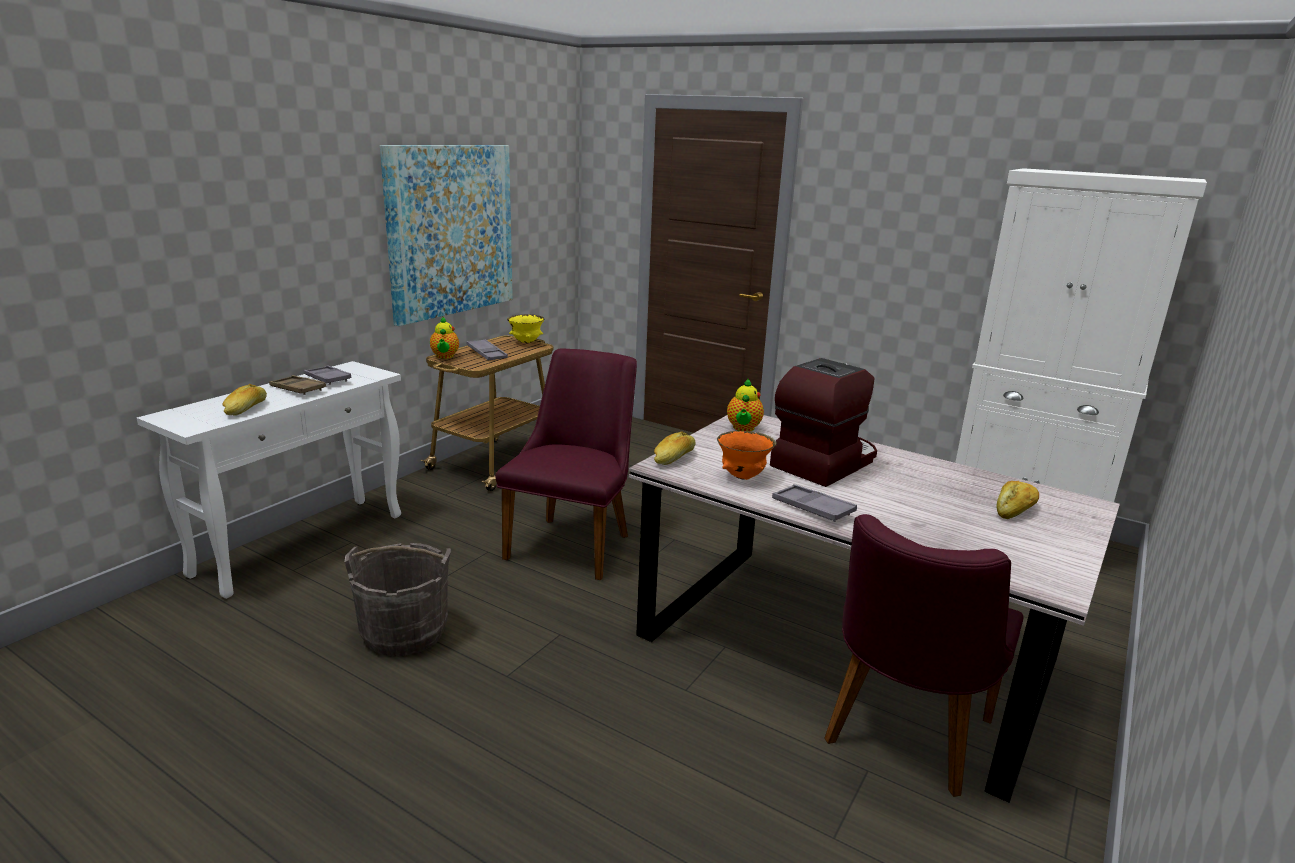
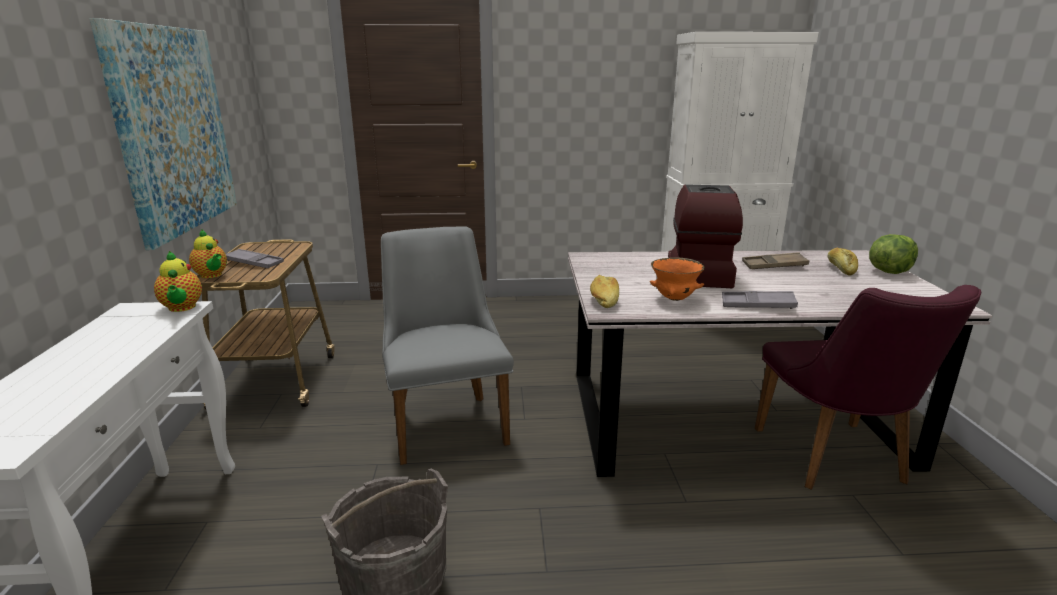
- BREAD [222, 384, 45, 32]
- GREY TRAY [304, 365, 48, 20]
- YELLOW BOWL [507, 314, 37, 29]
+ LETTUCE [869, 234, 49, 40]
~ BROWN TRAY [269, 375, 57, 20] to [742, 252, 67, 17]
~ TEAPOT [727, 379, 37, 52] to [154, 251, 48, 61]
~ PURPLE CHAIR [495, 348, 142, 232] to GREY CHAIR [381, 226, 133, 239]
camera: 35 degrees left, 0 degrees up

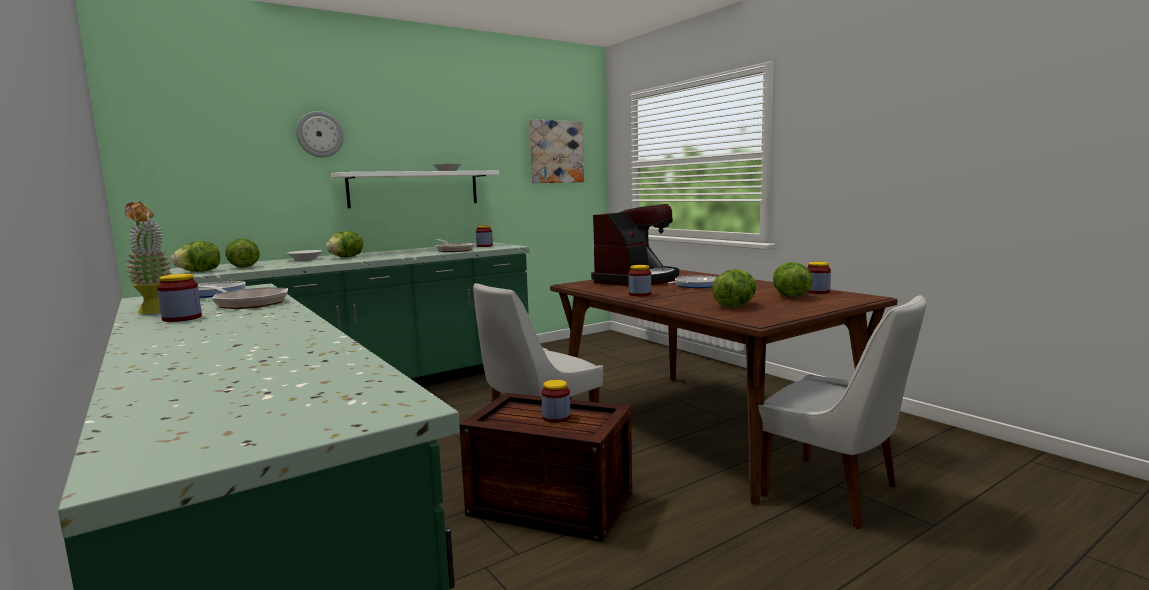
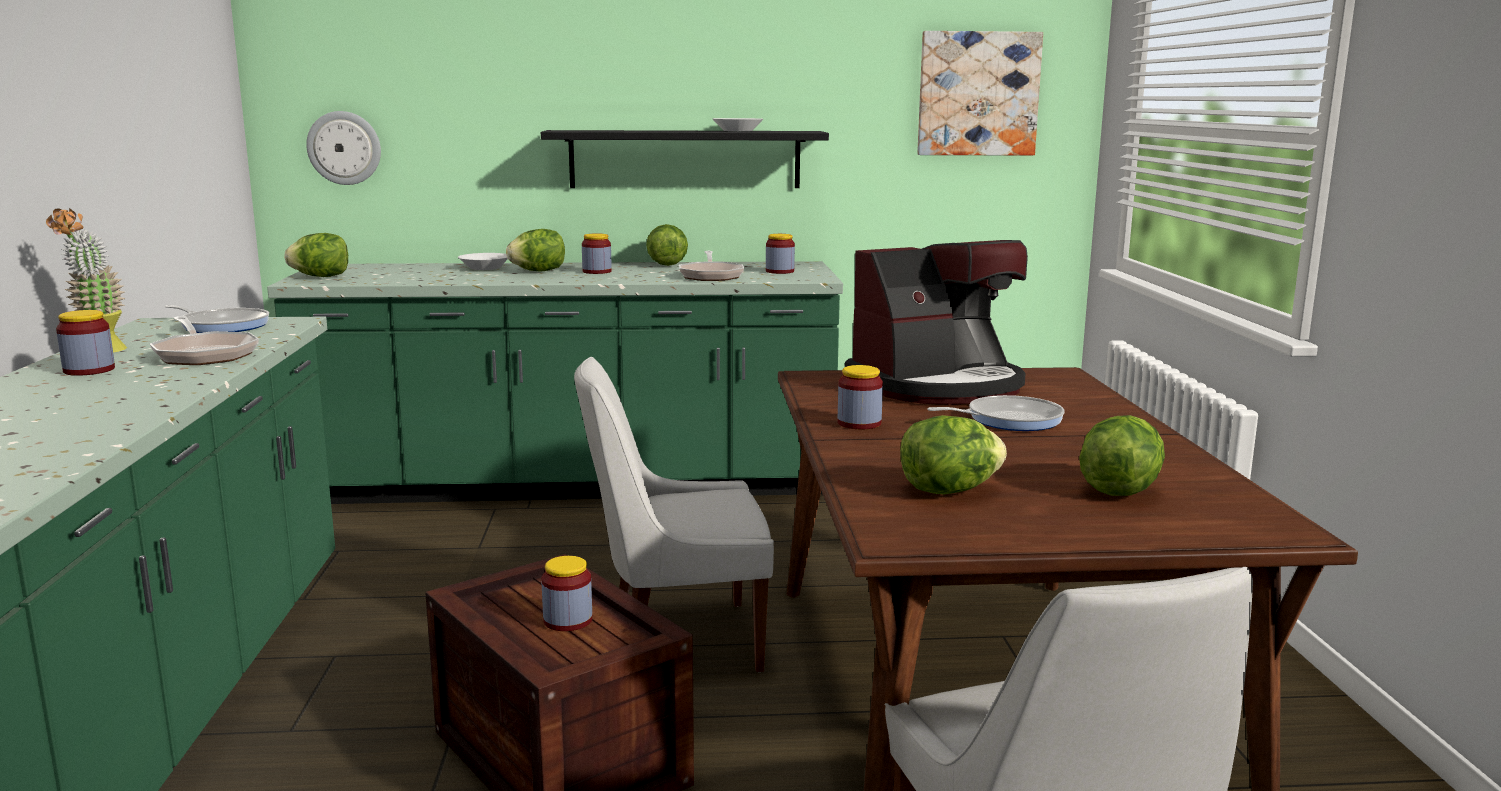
~ LETTUCE [225, 238, 35, 30] to [646, 224, 42, 42]
~ WALL CLOCK [296, 111, 48, 47] to [306, 111, 75, 74]
~ JAR [807, 262, 24, 32] to [582, 233, 30, 41]
~ WHITE SHELF [331, 171, 168, 37] to BLACK SHELF [541, 130, 288, 58]
camera: 30 degrees right, 5 degrees up

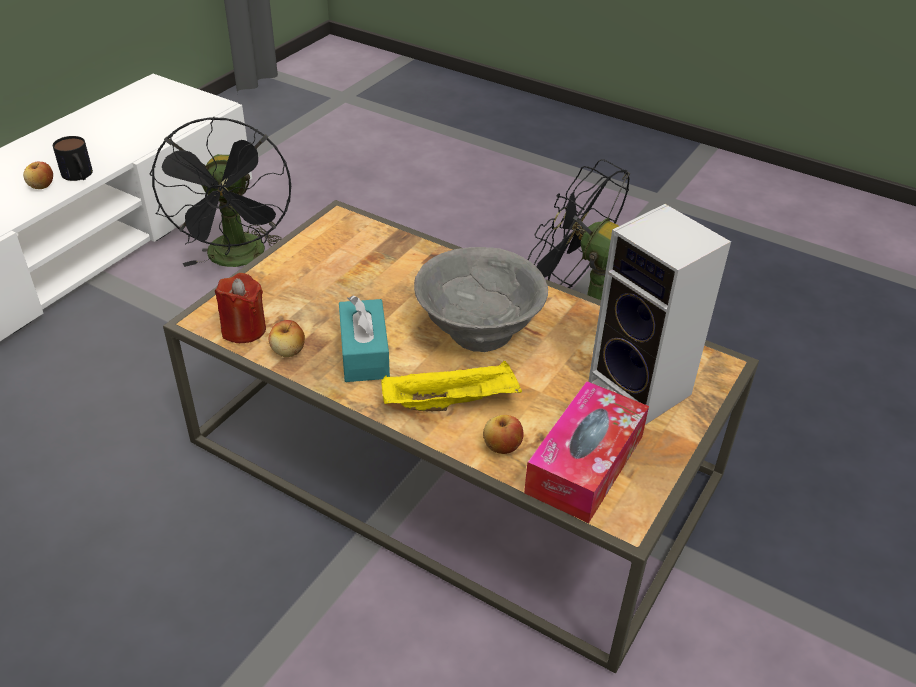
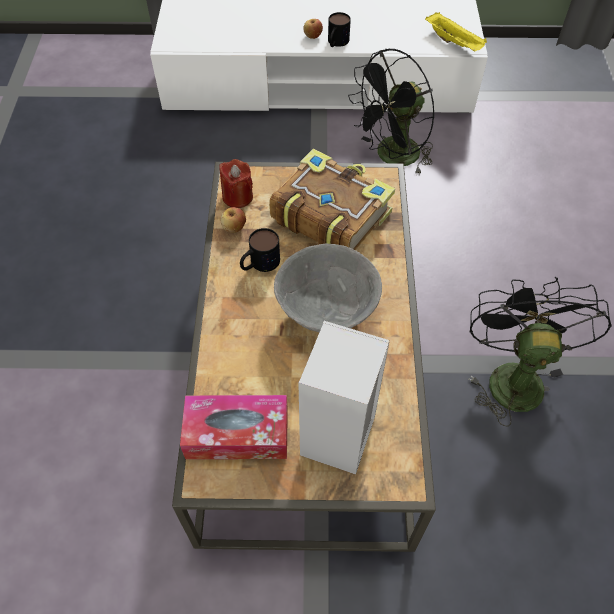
- APPLE [483, 415, 41, 39]
+ BOOK [269, 149, 126, 101]
~ YELLOW TRAY [381, 361, 141, 50] to [425, 12, 62, 39]
~ TURQUOISE TISSUE BOX [339, 296, 51, 86] to MUG [240, 228, 40, 44]
camera: 60 degrees right, 15 degrees up

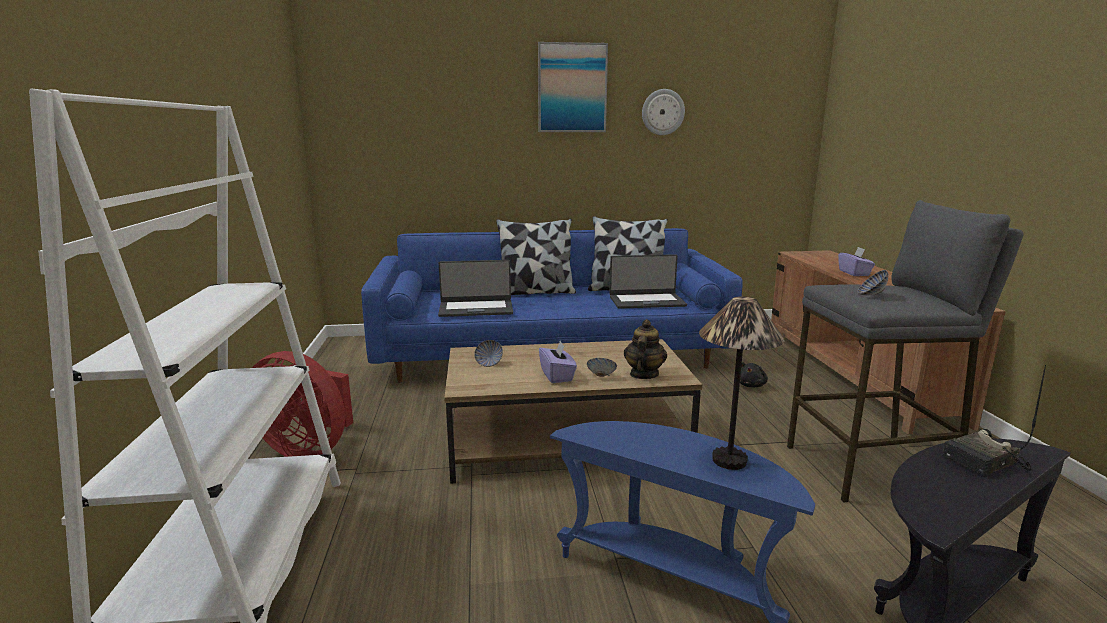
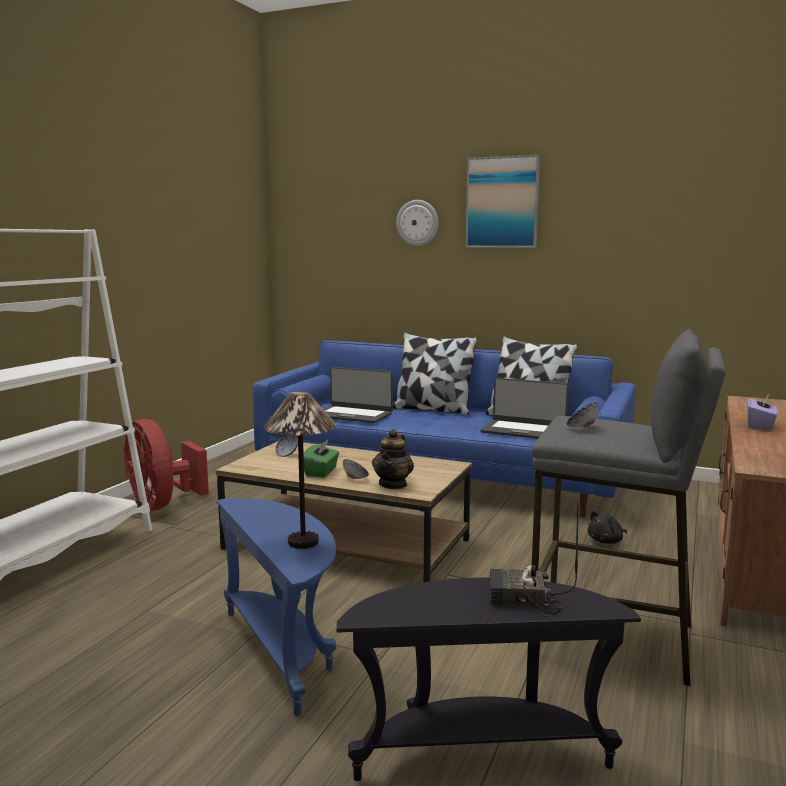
~ WALL CLOCK [642, 89, 43, 46] to [396, 200, 43, 46]
~ PURPLE TISSUE BOX [539, 341, 38, 42] to GREEN TISSUE BOX [303, 439, 36, 38]
~ TEAPOT [624, 319, 43, 60] = [372, 429, 42, 60] 150 degrees clockwise
camera: 30 degrees right, 5 degrees down

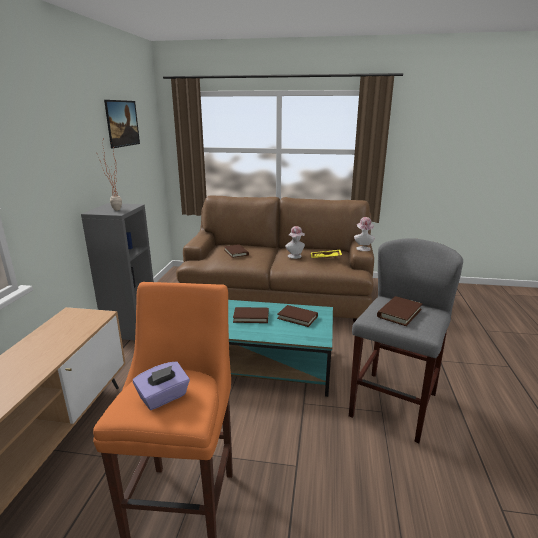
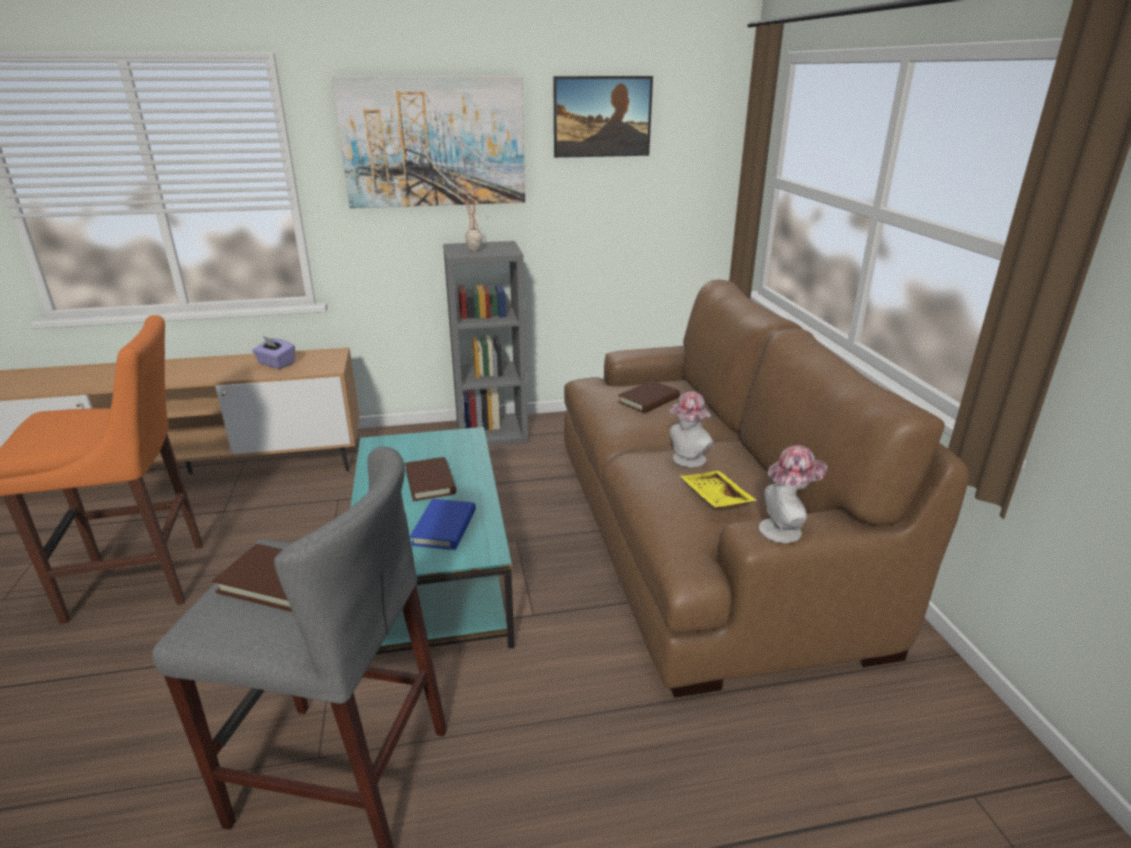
+ PICTURE [332, 76, 193, 132]
~ PURPLE TISSUE BOX [133, 361, 57, 49] to [252, 336, 43, 33]
~ BROWN BOOK [277, 305, 41, 22] to BLUE BOOK [410, 499, 66, 51]
camera: 70 degrees right, 5 degrees up

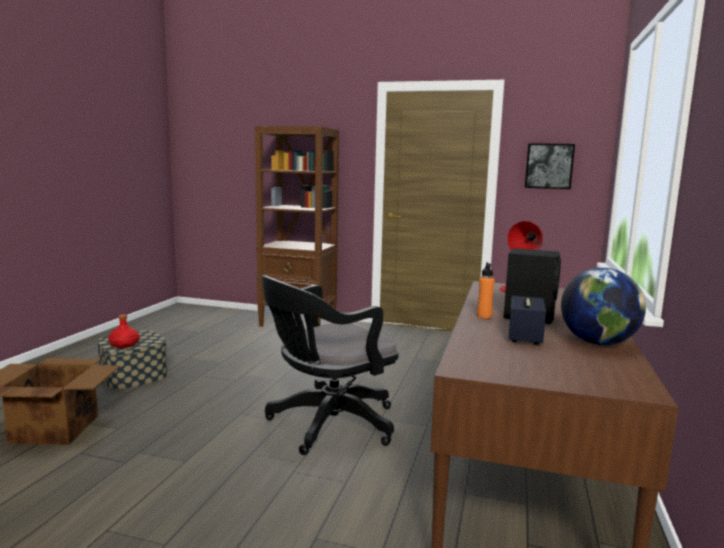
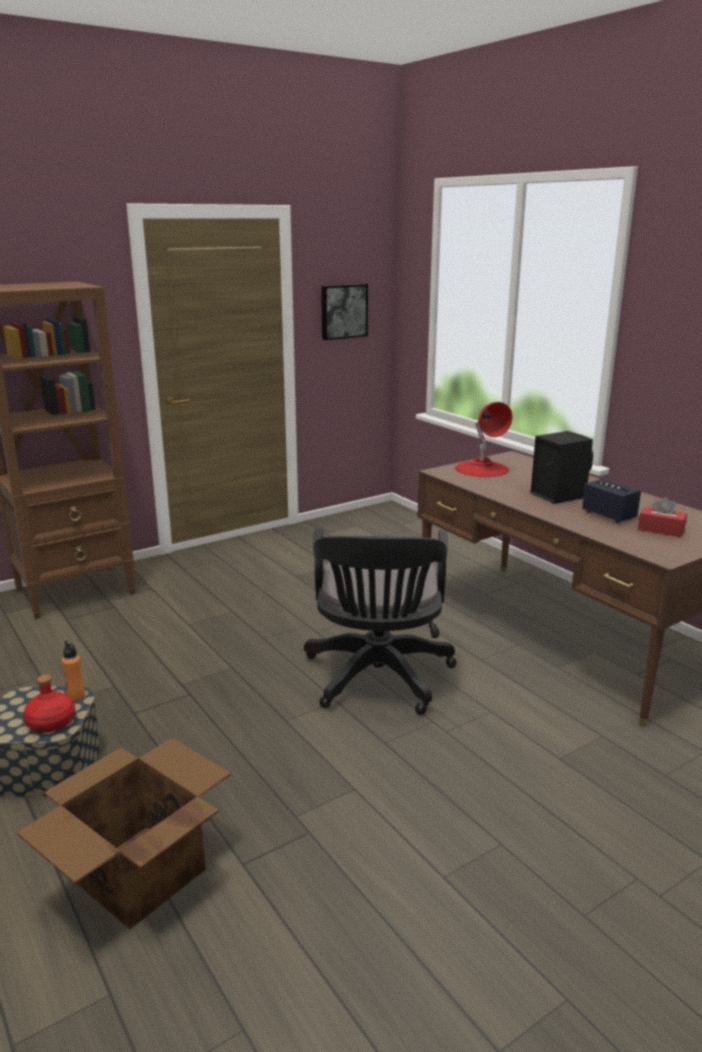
- GLOBE [561, 268, 85, 77]
+ RED TISSUE BOX [638, 497, 49, 40]
~ ORANGE BOTTLE [477, 262, 18, 57] to [62, 641, 23, 60]
camera: 50 degrees left, 10 degrees up

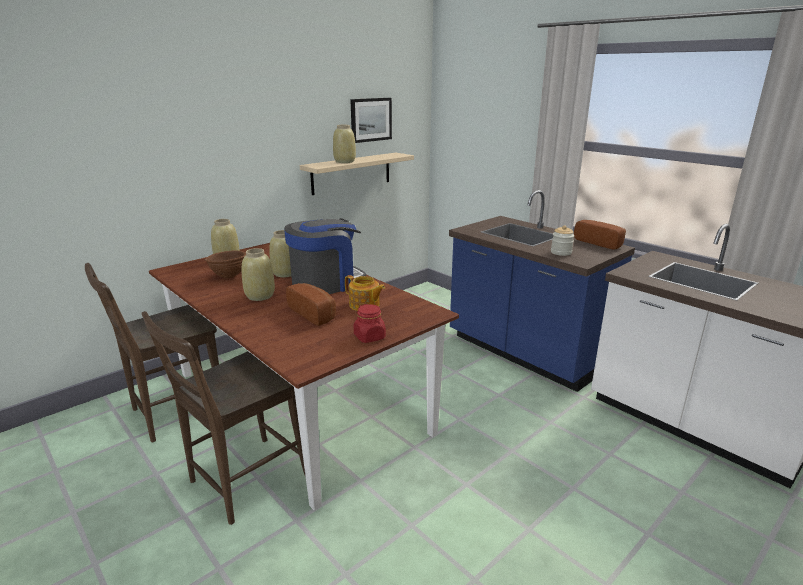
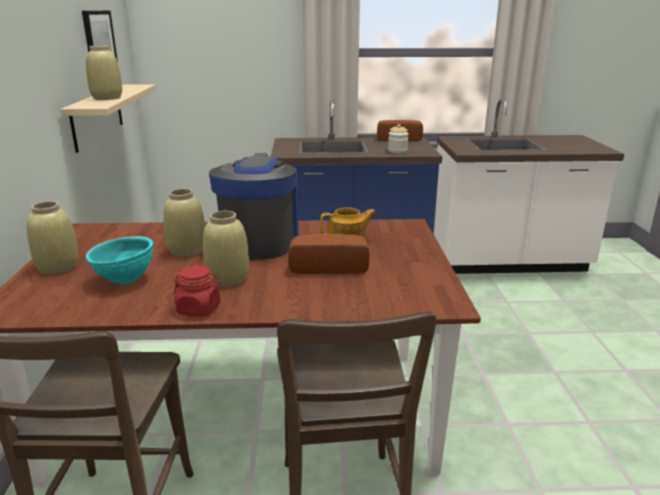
~ RED JAR [354, 304, 32, 39] to [174, 265, 46, 52]
~ BROWN BOWL [205, 250, 41, 29] to TURQUOISE BOWL [86, 236, 67, 48]
camera: 50 degrees left, 0 degrees up

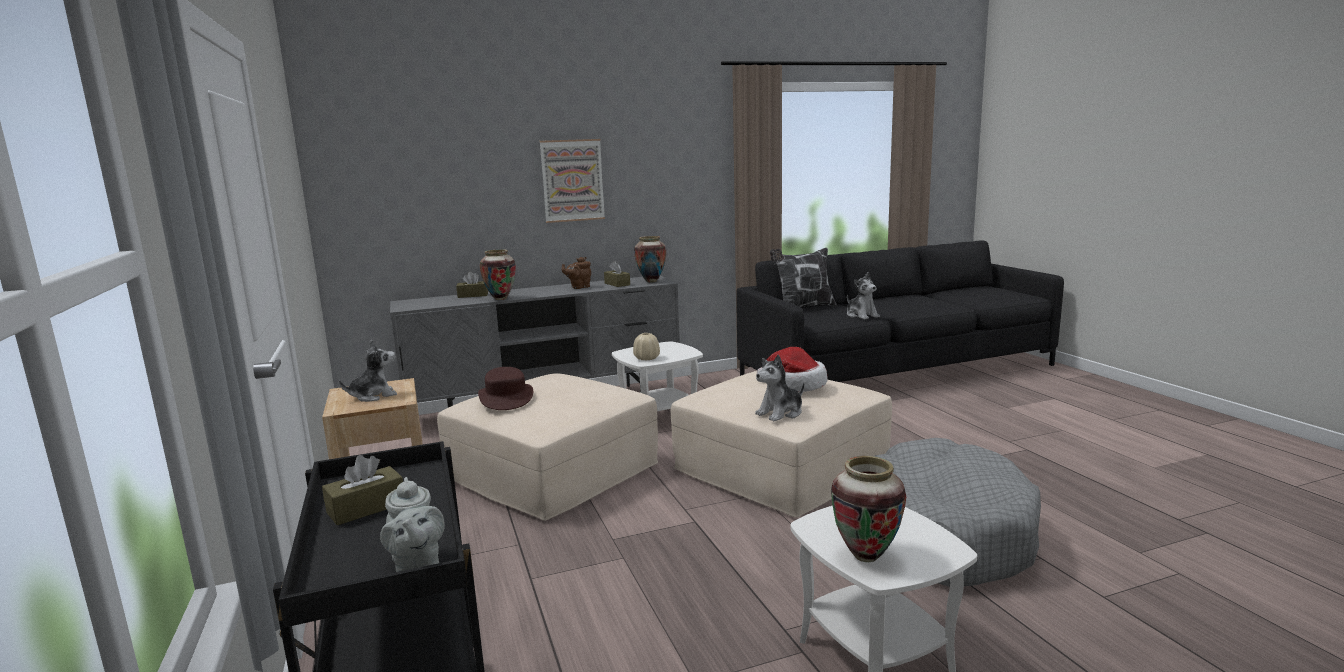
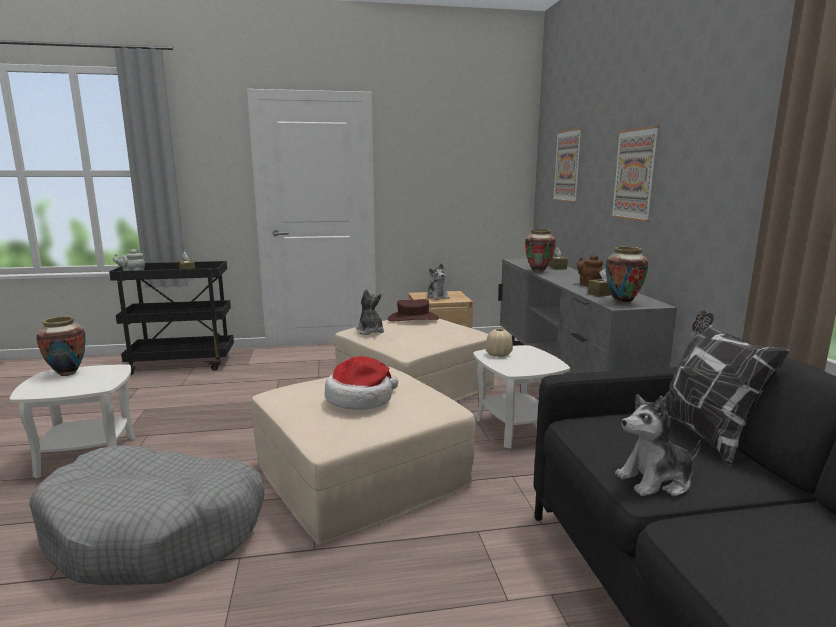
+ PICTURE [552, 128, 31, 75]
~ PLUSH TOY [755, 355, 49, 67] to [357, 289, 27, 46]
camera: 100 degrees right, 0 degrees up

